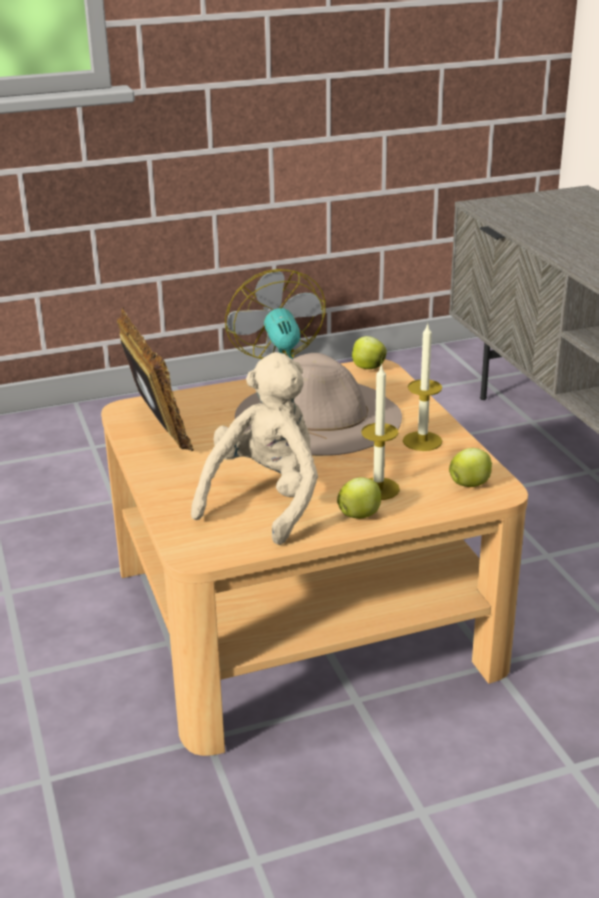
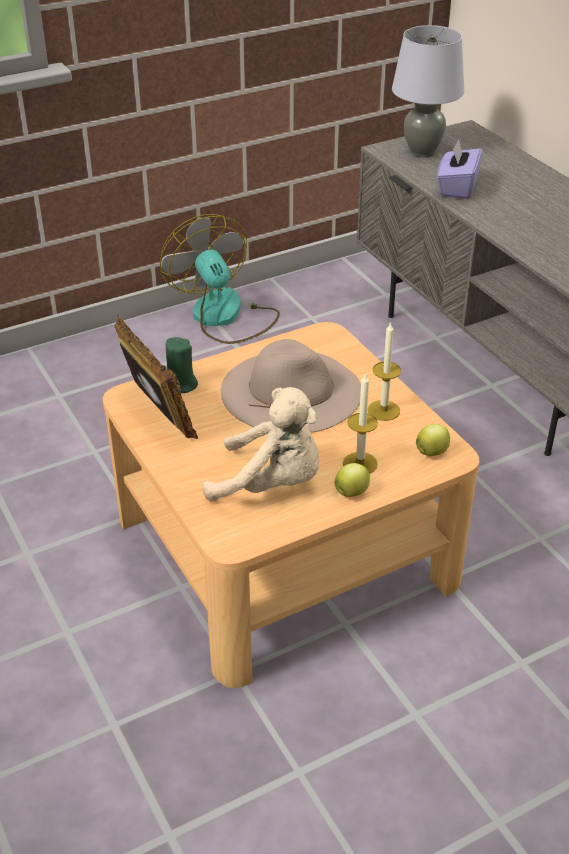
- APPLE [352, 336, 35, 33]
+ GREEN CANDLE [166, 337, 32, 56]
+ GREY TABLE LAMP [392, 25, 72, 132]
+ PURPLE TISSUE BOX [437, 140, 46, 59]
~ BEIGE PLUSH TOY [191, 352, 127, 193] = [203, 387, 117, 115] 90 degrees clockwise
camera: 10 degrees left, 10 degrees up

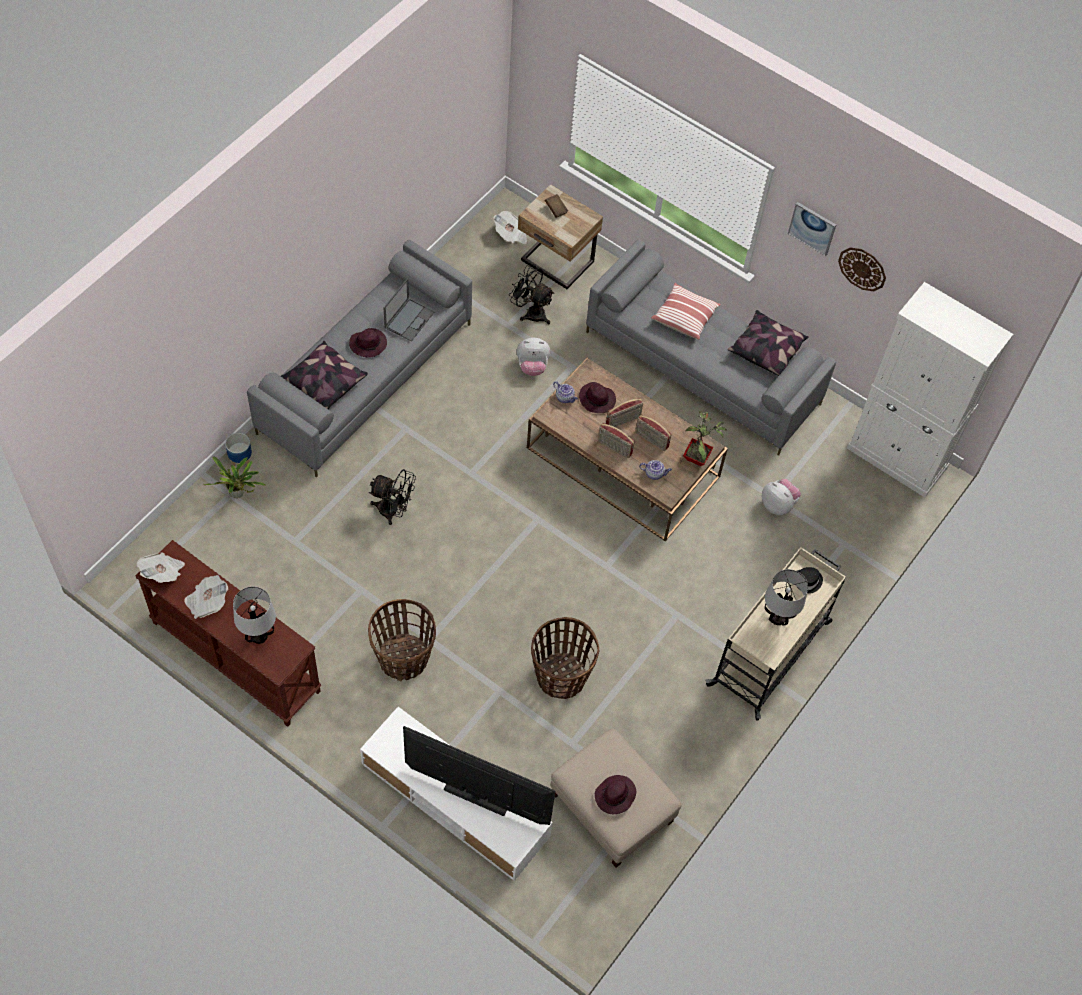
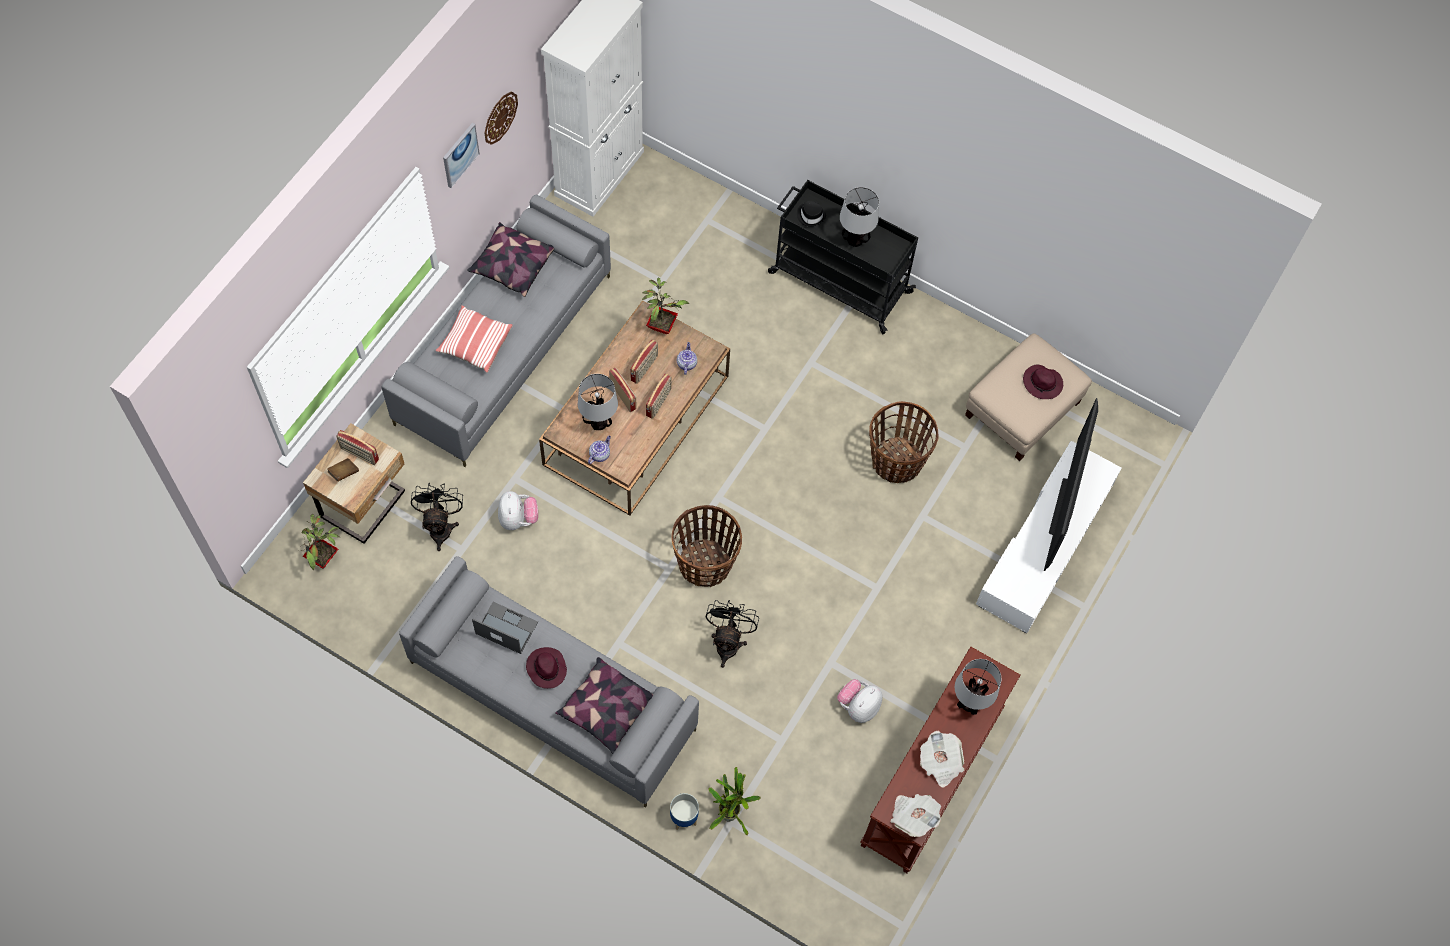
+ RADIO [336, 430, 43, 35]
~ BASKET [368, 599, 68, 82] to [671, 505, 71, 82]
~ PLUSH TOY [762, 479, 39, 36] to [837, 679, 45, 44]
~ NEWSPAPER [494, 211, 33, 33] to POTTED PLANT [300, 514, 40, 56]
~ PURPLE HAT [579, 382, 37, 31] to TABLE LAMP [578, 374, 40, 56]
~ BEIGE CART [706, 547, 140, 173] to BLACK CART [768, 180, 150, 154]
~ BLACK FAN [509, 264, 45, 60] = [411, 483, 52, 68] 150 degrees clockwise
camera: 95 degrees left, 5 degrees up

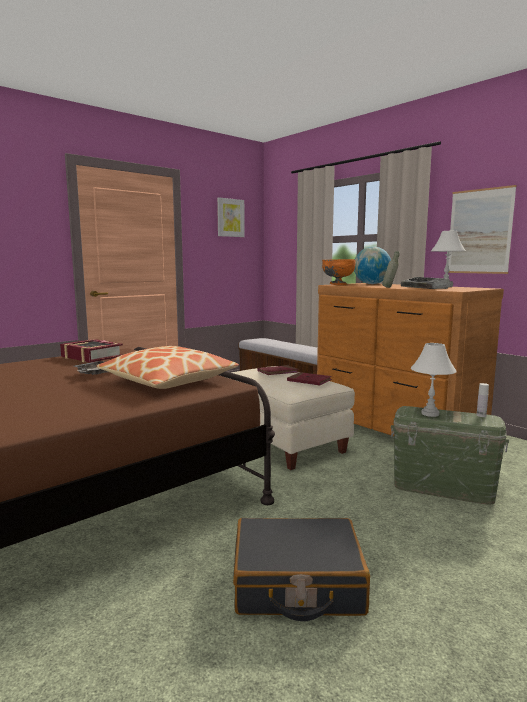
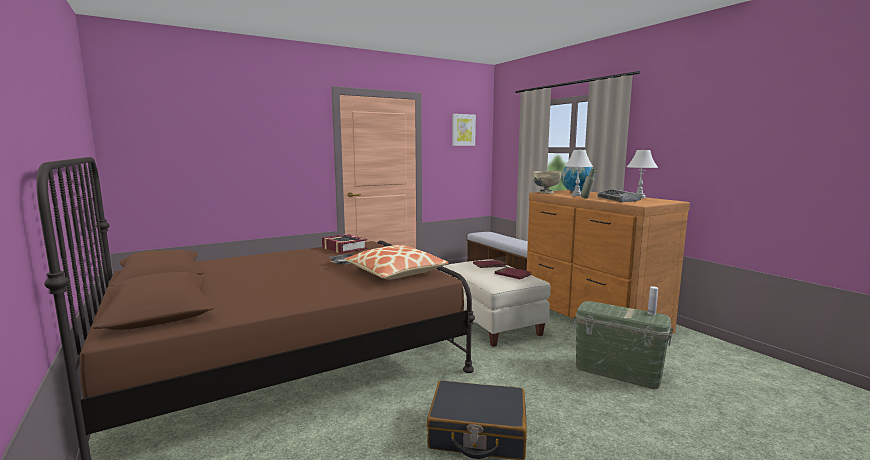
- PICTURE [448, 185, 69, 89]
~ WHITE TABLE LAMP [411, 343, 46, 74] to [565, 149, 28, 47]
~ ORANGE BOWL [322, 259, 34, 26] to BEIGE BOWL [533, 171, 28, 23]
camera: 10 degrees right, 0 degrees up

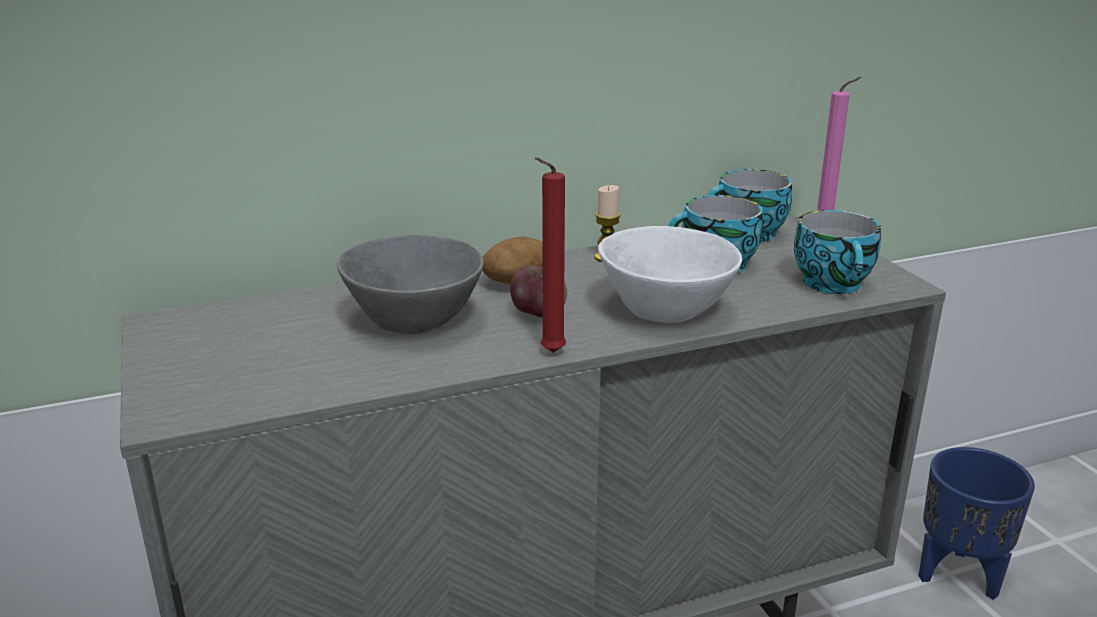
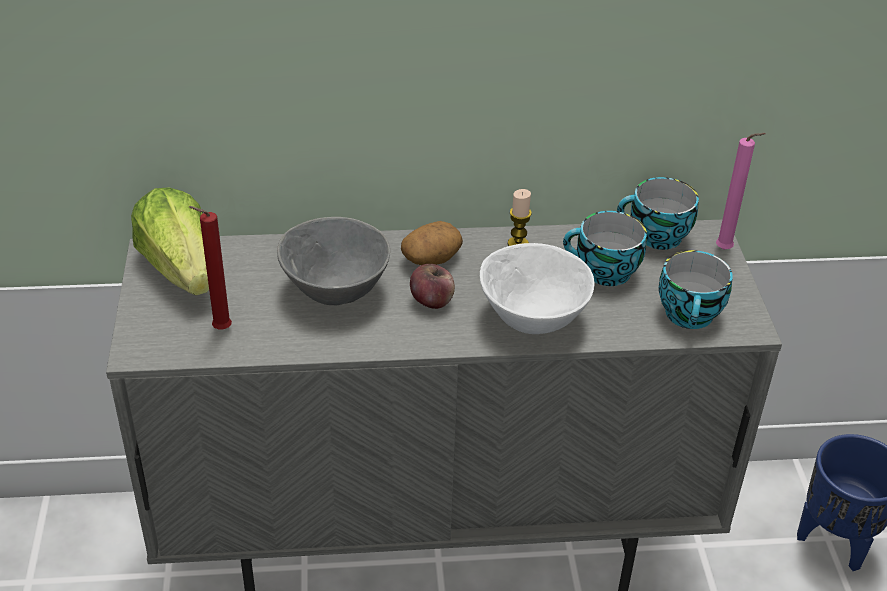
+ LETTUCE [131, 187, 78, 108]
~ RED CANDLE [535, 157, 31, 196] to [189, 206, 43, 123]
camera: 15 degrees right, 15 degrees up

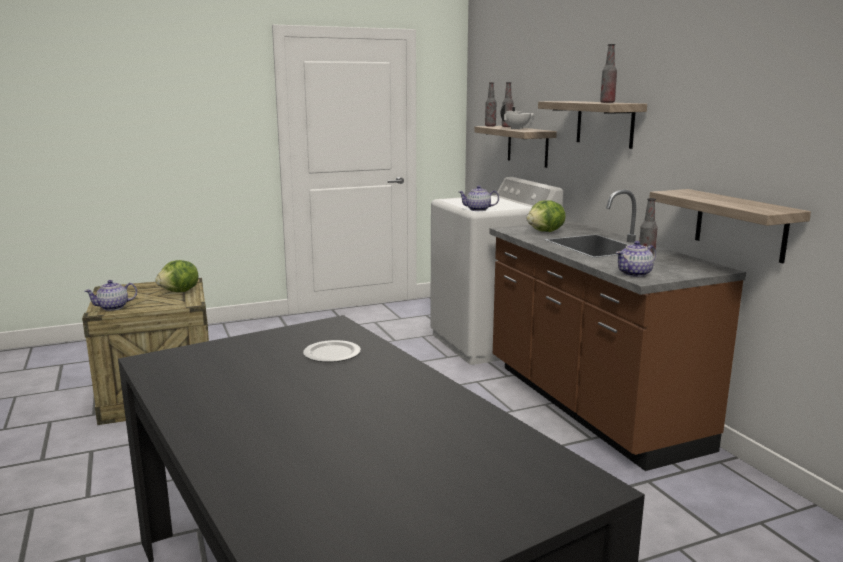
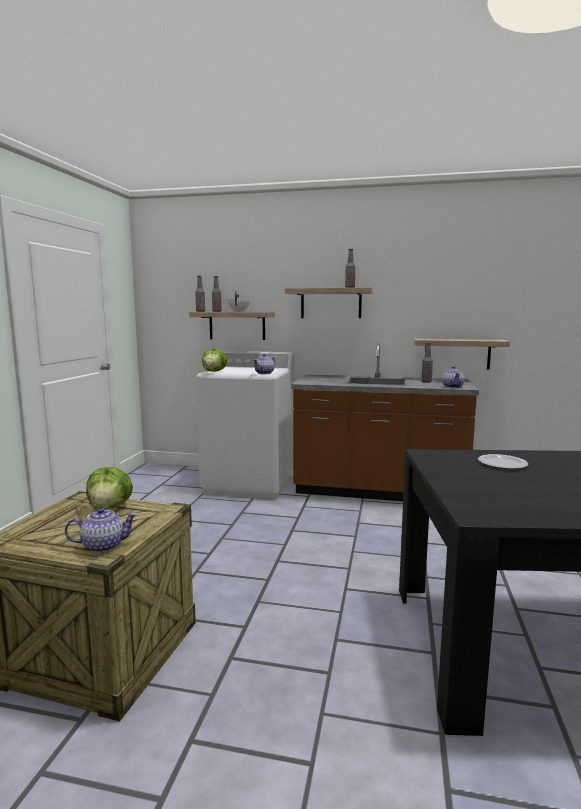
~ LETTUCE [526, 200, 40, 32] to [202, 349, 25, 23]
~ TEAPOT [85, 280, 52, 31] = [65, 508, 73, 45] 105 degrees counterclockwise
camera: 55 degrees left, 5 degrees down

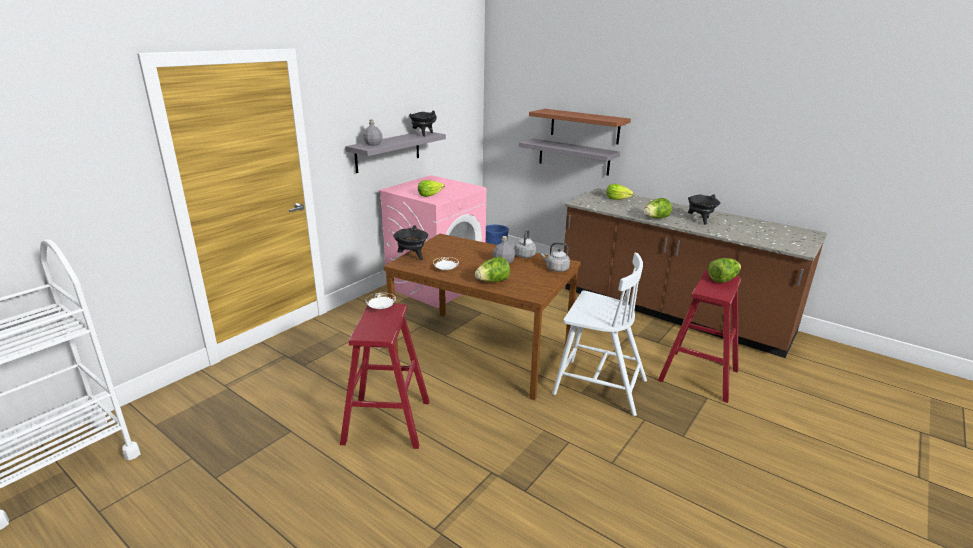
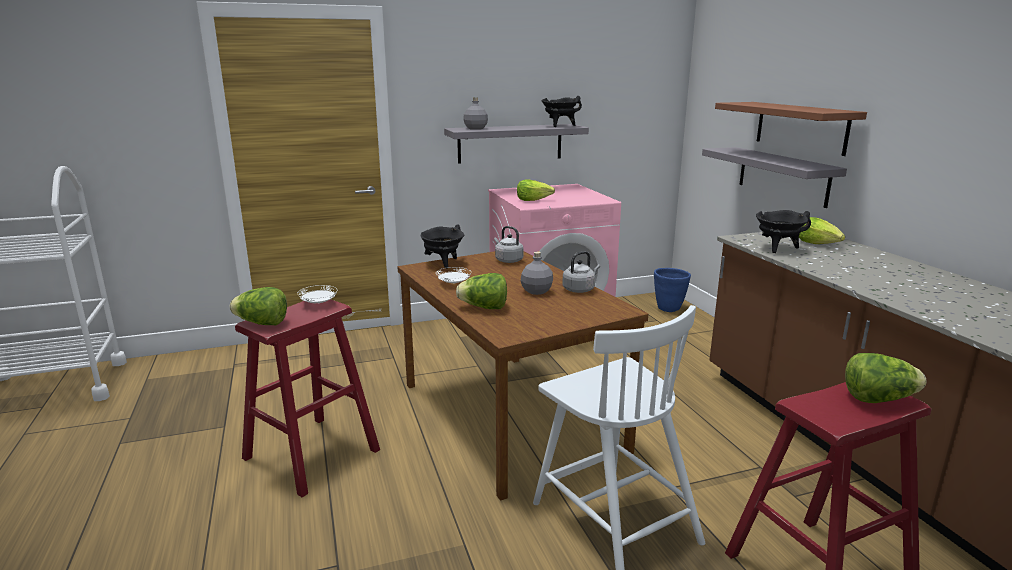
~ GREY KETTLE [541, 242, 29, 30] to [494, 226, 30, 37]
~ LETTUCE [644, 198, 28, 21] to [230, 287, 57, 38]
~ BLACK COOKING POT [688, 194, 33, 31] to [756, 210, 55, 43]
camera: 35 degrees right, 5 degrees down

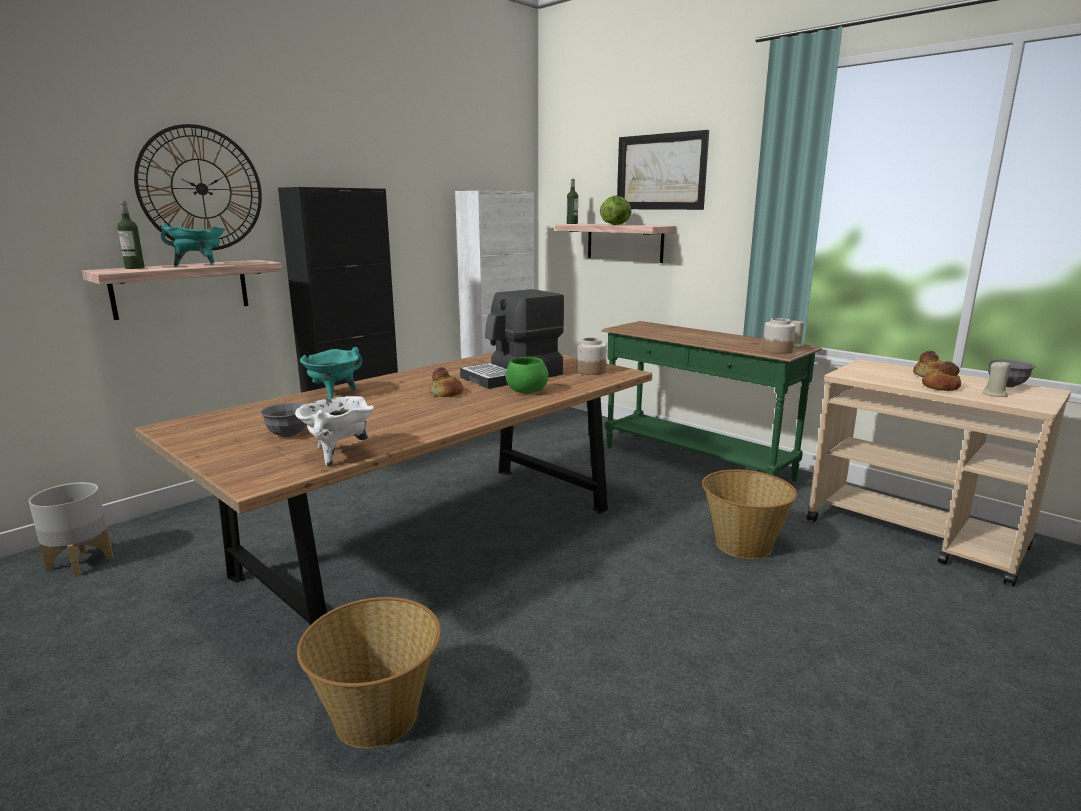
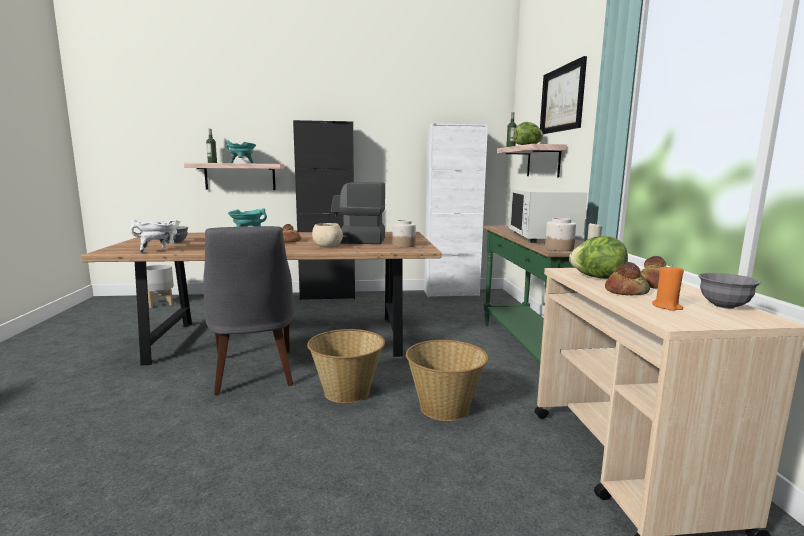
- WALL CLOCK [134, 124, 128, 126]
+ GREY CHAIR [203, 226, 91, 169]
+ WHITE MICROWAVE [508, 188, 79, 55]
+ LETTUCE [569, 236, 59, 43]
~ BASKET [297, 597, 144, 152] to [307, 329, 78, 74]
~ GREEN BOWL [506, 357, 42, 37] to BEIGE BOWL [312, 223, 31, 25]
~ BEIGE CANDLE [983, 360, 28, 37] to ORANGE CANDLE [652, 264, 32, 47]
camera: 40 degrees right, 5 degrees down

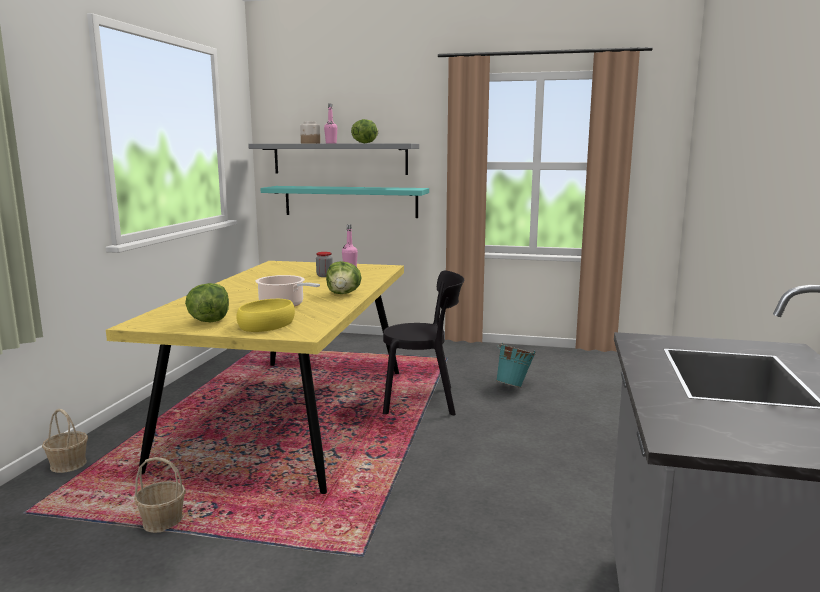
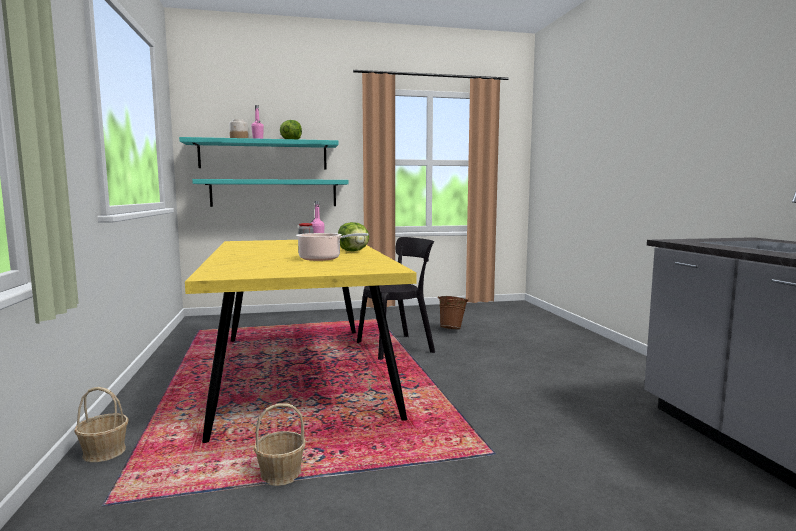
- LETTUCE [185, 283, 44, 39]
- YELLOW BOWL [236, 299, 59, 33]
~ GREY SHELF [248, 144, 171, 31] to TURQUOISE SHELF [179, 137, 160, 33]
~ TURQUOISE BUCKET [496, 343, 40, 45] to BROWN BUCKET [438, 296, 31, 33]
camera: 25 degrees left, 5 degrees down

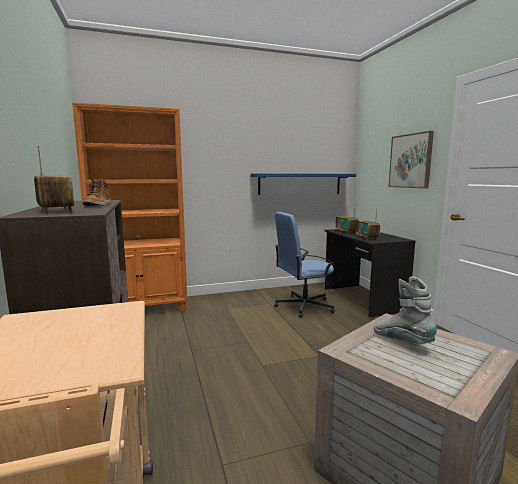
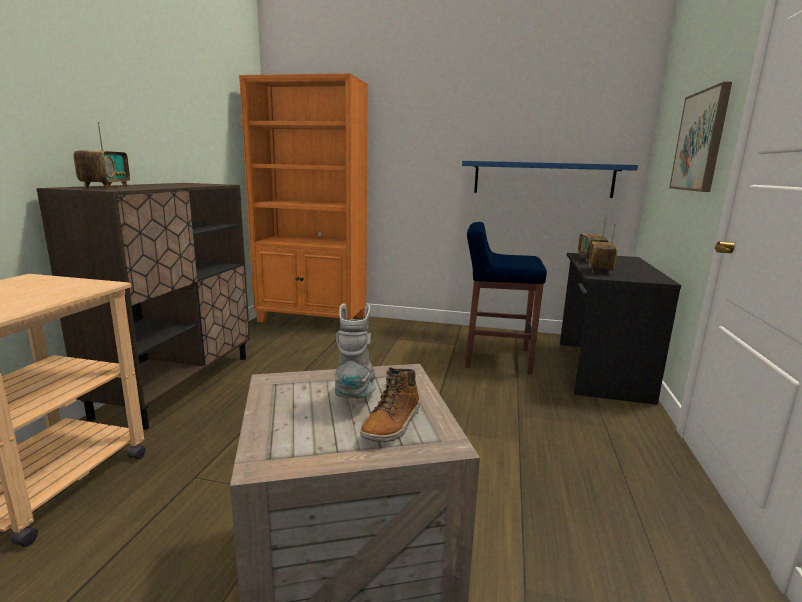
~ BOOT [82, 179, 29, 27] to [360, 367, 60, 75]
~ BLUE OFFICE CHAIR [274, 212, 61, 106] to BLUE STOOL [465, 222, 82, 152]
camera: 30 degrees right, 5 degrees up

